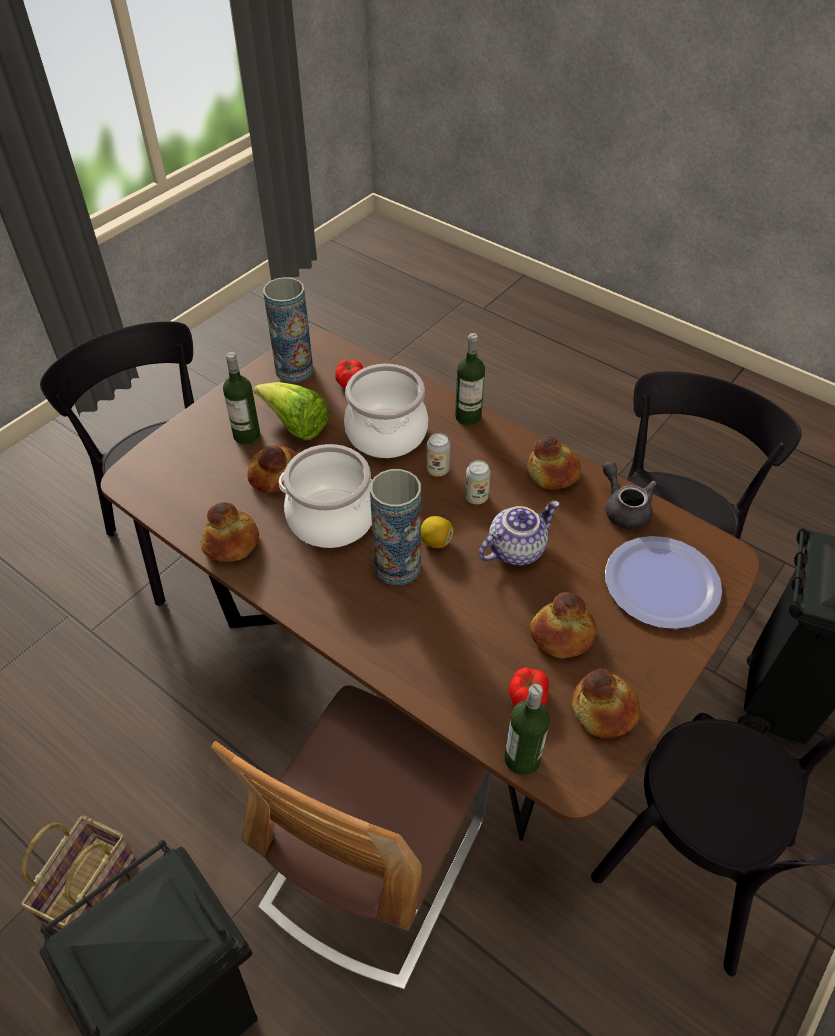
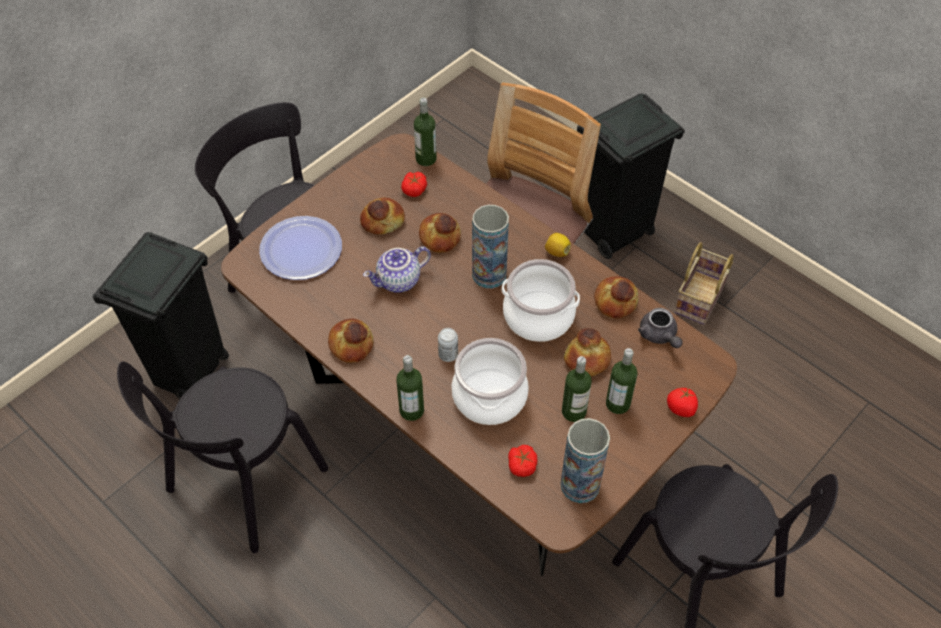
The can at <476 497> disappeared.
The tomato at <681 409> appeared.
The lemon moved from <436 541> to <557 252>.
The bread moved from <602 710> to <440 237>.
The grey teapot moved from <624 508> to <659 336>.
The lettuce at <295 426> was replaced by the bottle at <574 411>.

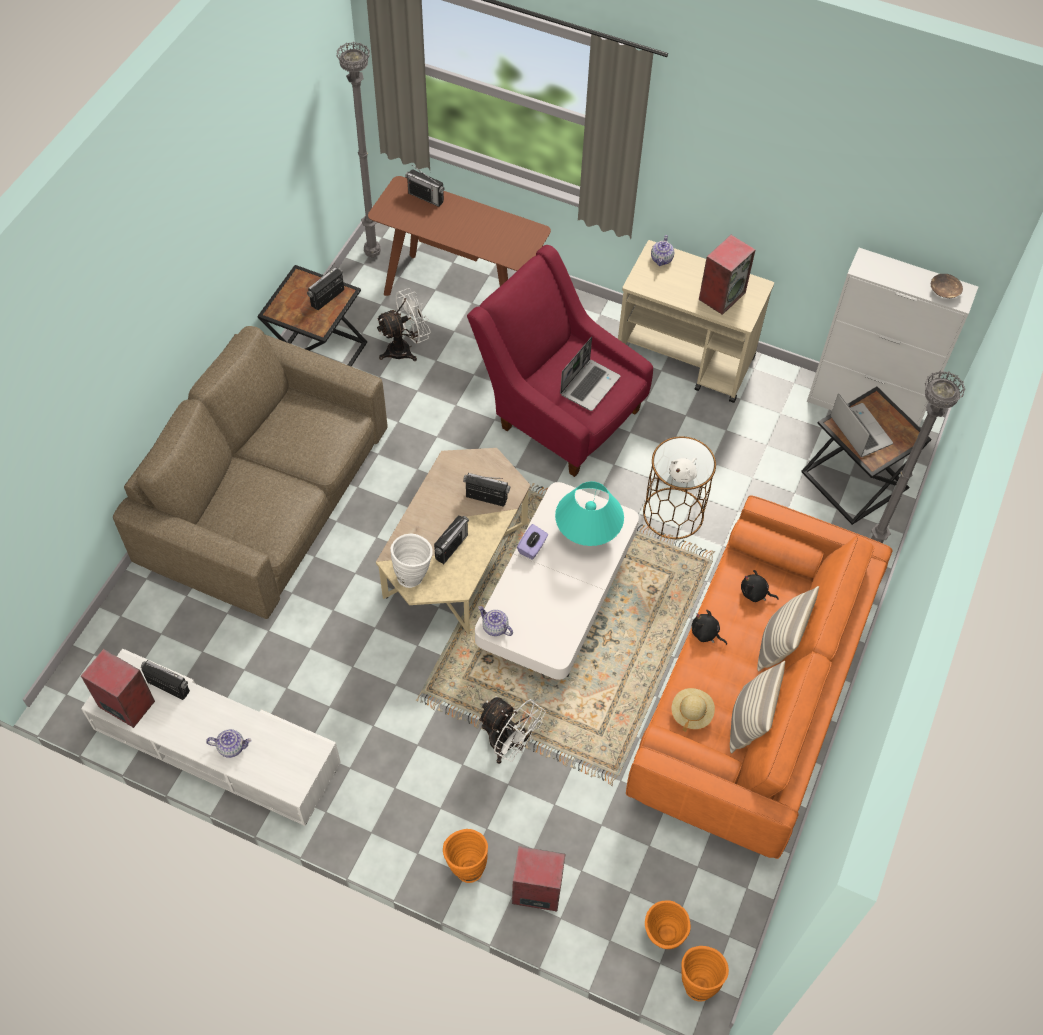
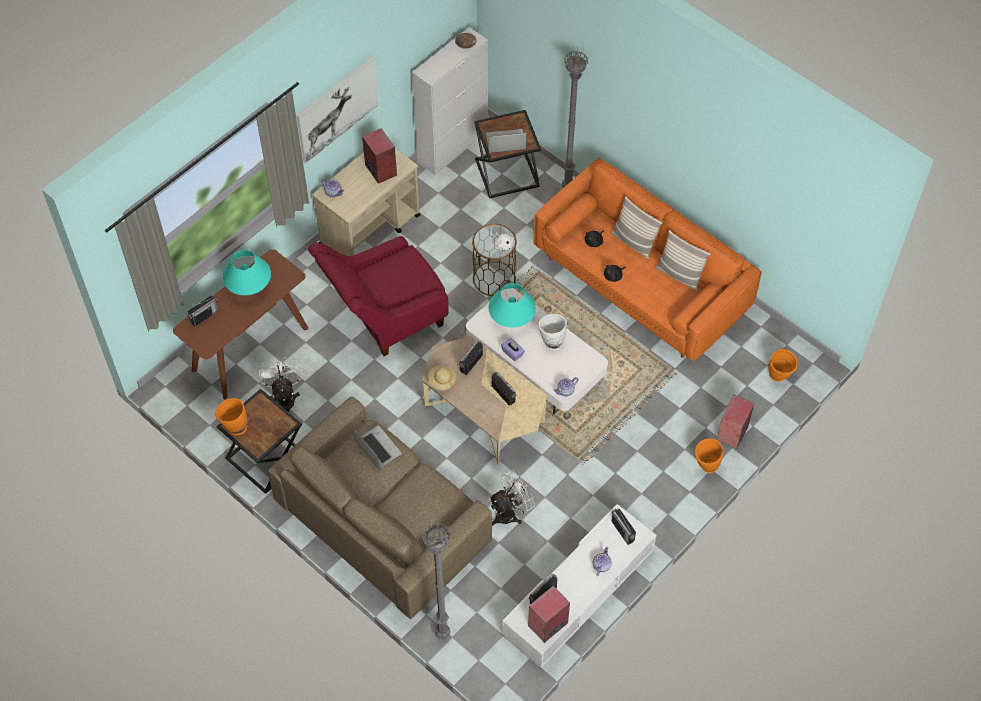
The turquoise table lamp at <249 287> appeared.
The picture at <337 108> appeared.
The radio moved from <328 298> to <622 531>.
The grey floor lamp moved from <373 253> to <442 633>.
The white vase moved from <413 574> to <551 341>.
The white fan moved from <508 745> to <510 513>.
The laptop moved from <589 385> to <377 448>.
The beige hat moved from <691 713> to <441 381>.
The orange vase moved from <697 981> to <234 427>.

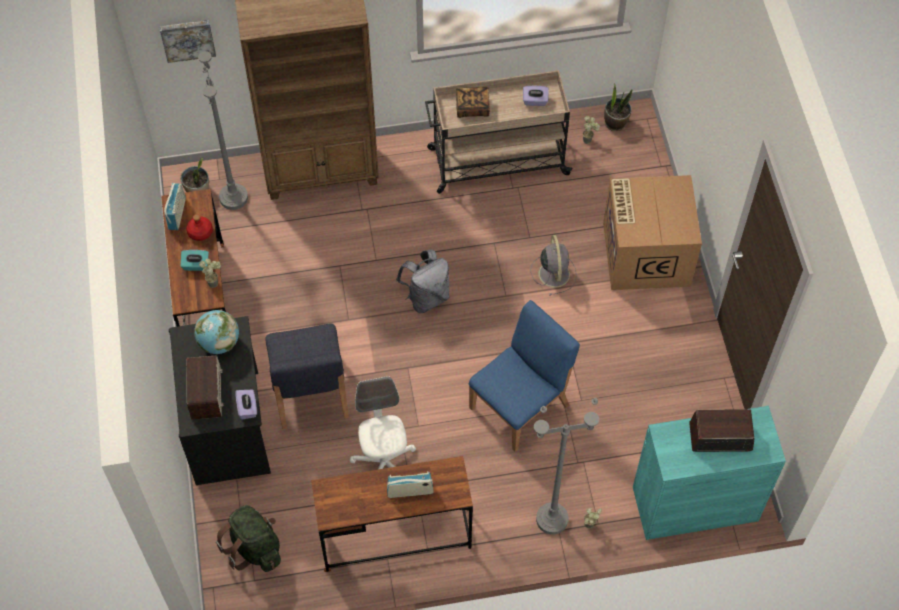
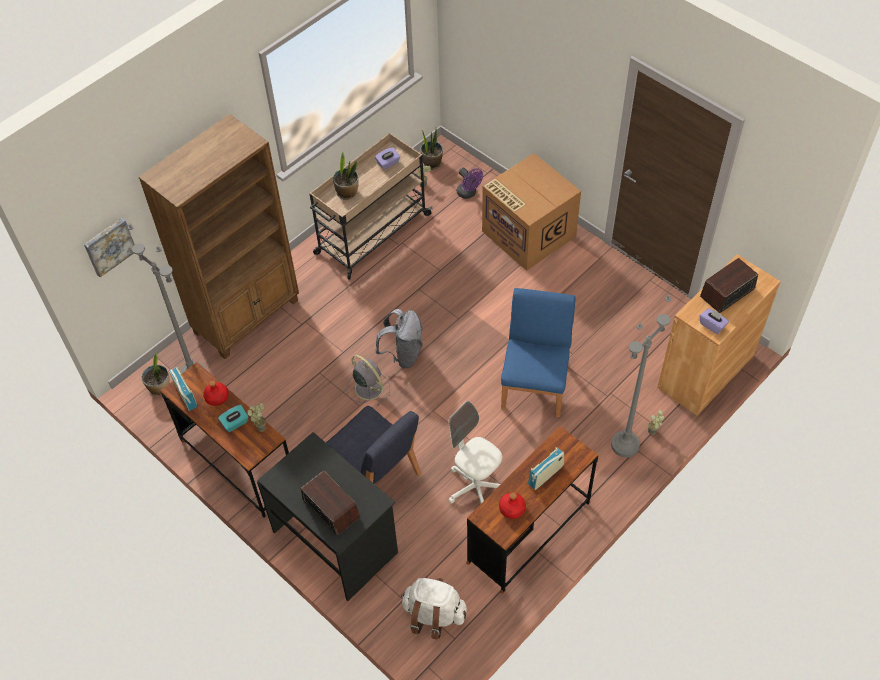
The globe at <219 342> disappeared.
The purple fan at <468 193> appeared.
The red bottle at <512 508> appeared.
The purple tissue box moved from <247 408> to <712 325>.
The grey fan moved from <554 272> to <368 387>.
The book at <472 108> was replaced by the potted plant at <347 192>.
The green backpack at <254 547> became the white backpack at <433 614>.
The turquoise cabinet at <695 504> became the brown cabinet at <706 371>.

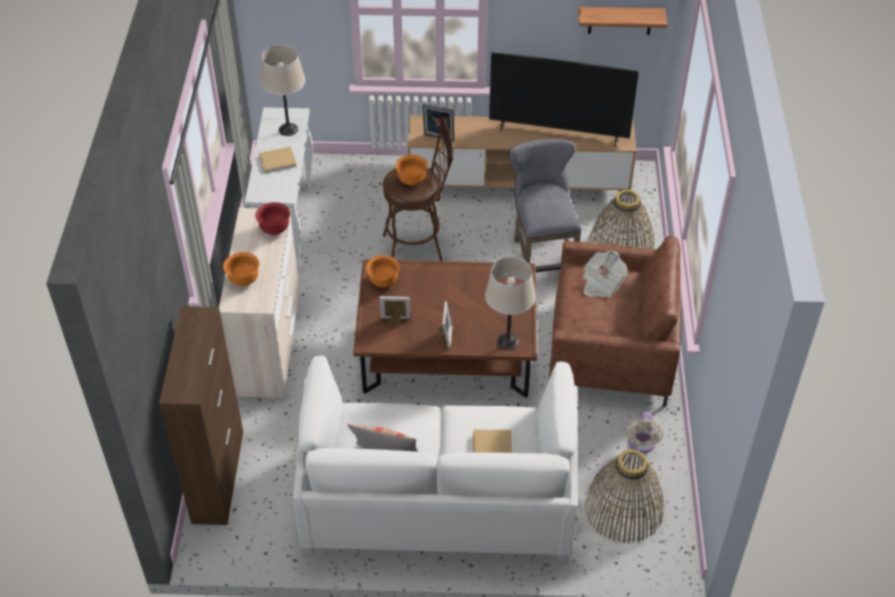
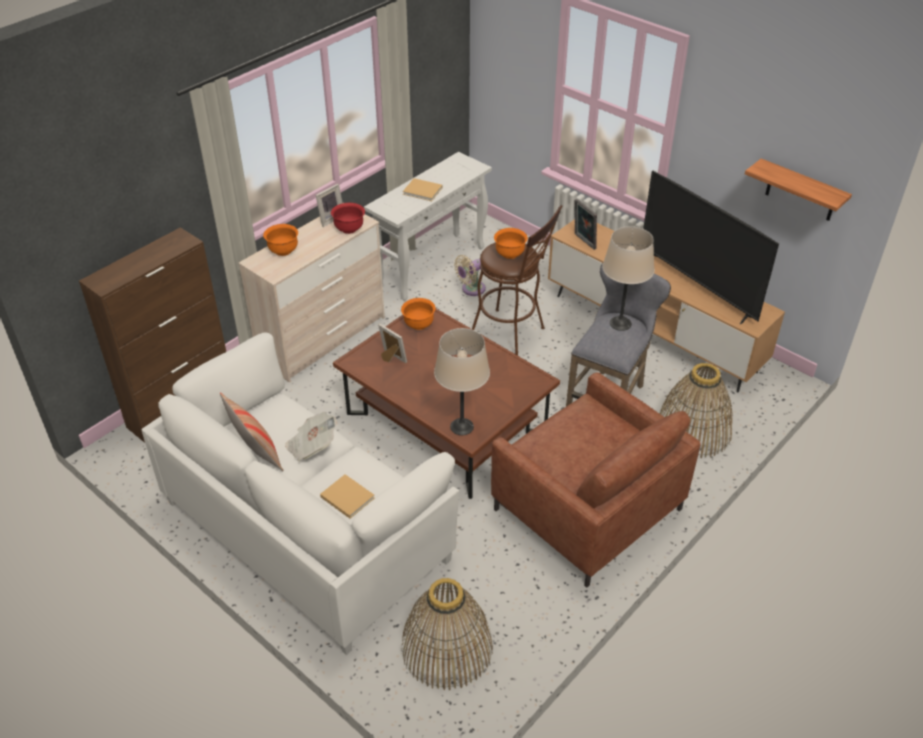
The beige table lamp moved from <288 129> to <620 323>.
The picture frame moved from <444 336> to <330 219>.
The newspaper moved from <601 283> to <312 446>.
The beige fan moved from <641 444> to <471 289>.

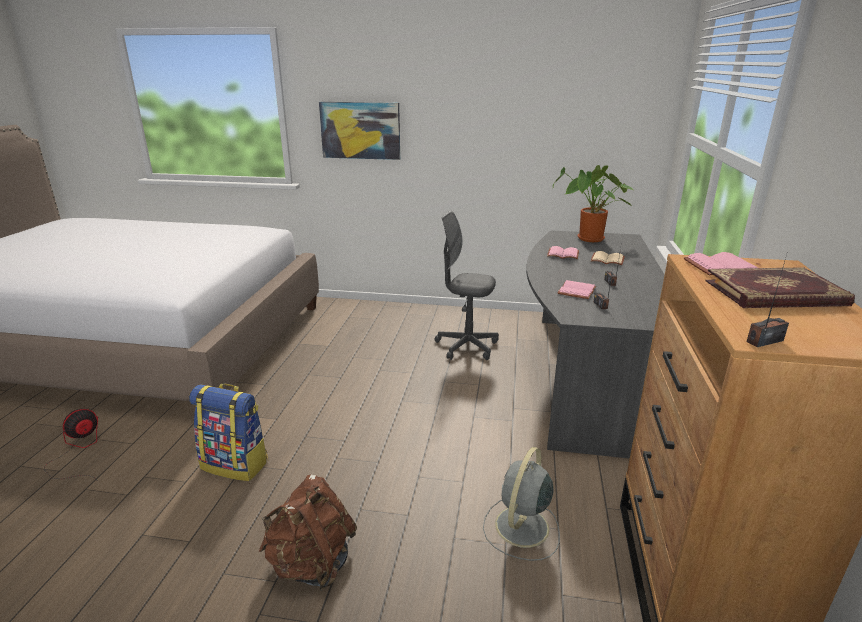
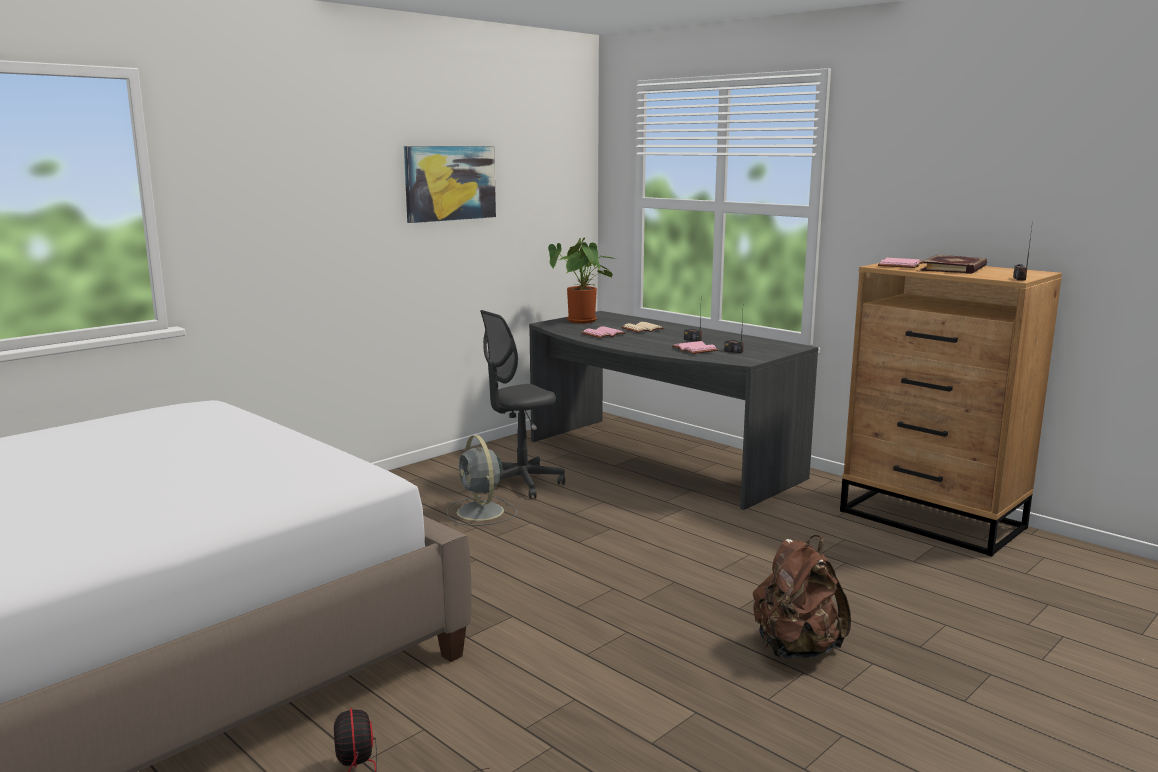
The backpack at <236 464> disappeared.
The picture moved from <360 130> to <450 183>.
The grey fan moved from <521 528> to <481 512>.

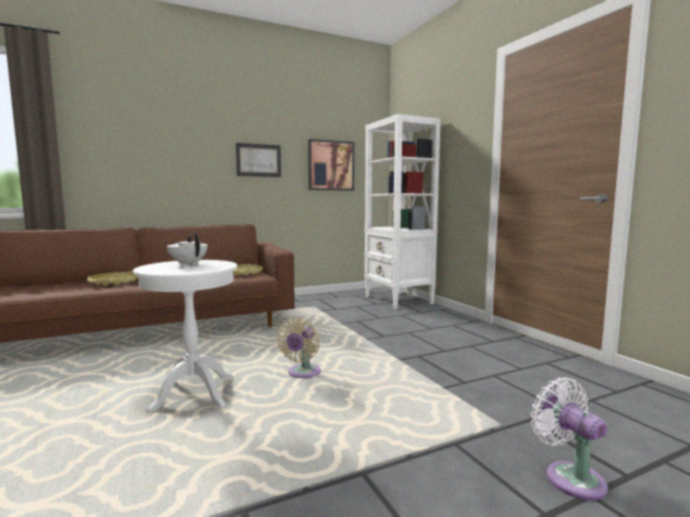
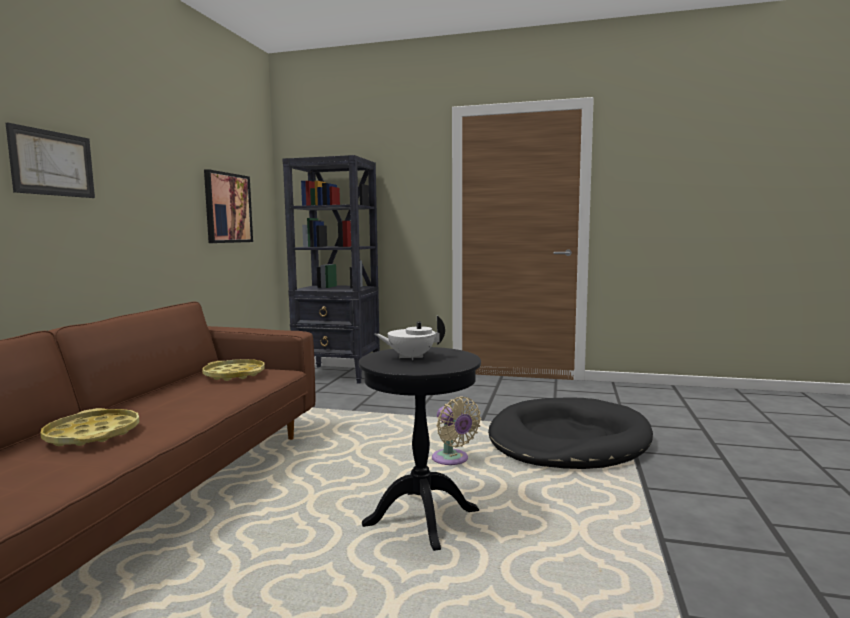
The white fan at <570 477> disappeared.
The black dog bed at <568 440> appeared.
The picture moved from <258 160> to <52 163>.
The white side table at <194 393> became the black side table at <421 518>.
The white bookcase at <398 300> became the black bookcase at <338 374>.

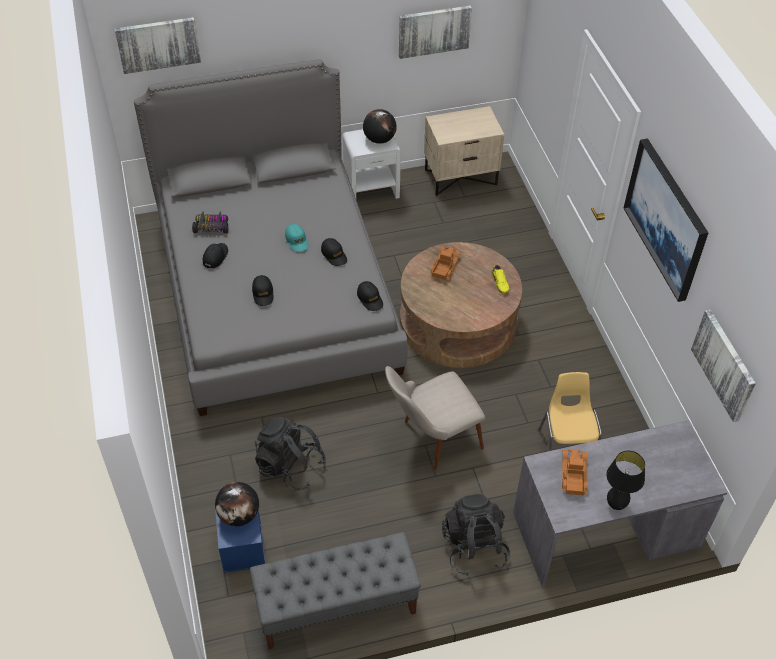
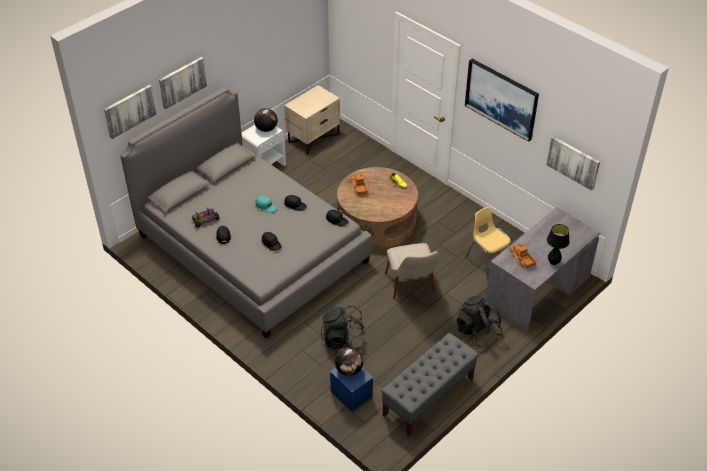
The picture moved from <434 31> to <182 82>.
The beige chair at <431 440> turned 45 degrees counterclockwise.

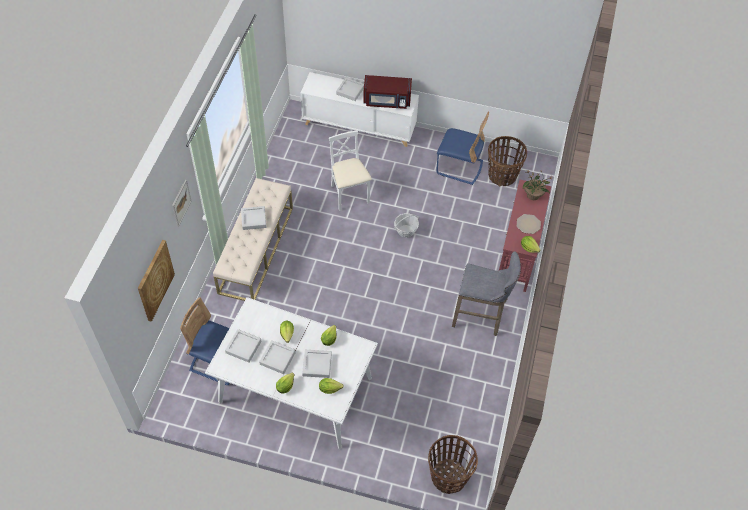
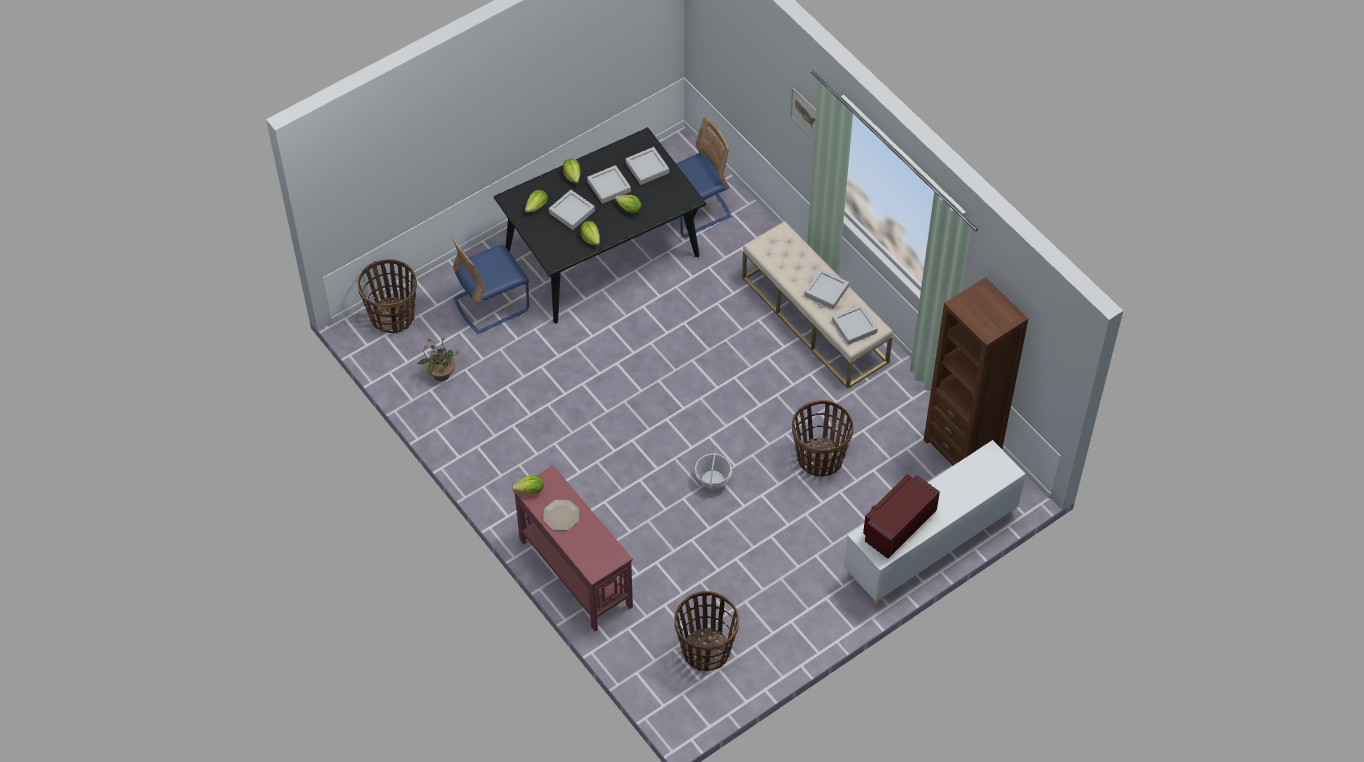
The picture at <155 280> disappeared.
The grey stool at <480 317> disappeared.
The brown bookcase at <962 447> appeared.
The grey tray moved from <350 91> to <854 327>.
The blue chair moved from <459 167> to <491 304>.
The potted plant moved from <533 195> to <440 374>.
The white chair at <349 195> was replaced by the basket at <820 458>.
The white dining table at <295 390> became the black dining table at <602 253>.

